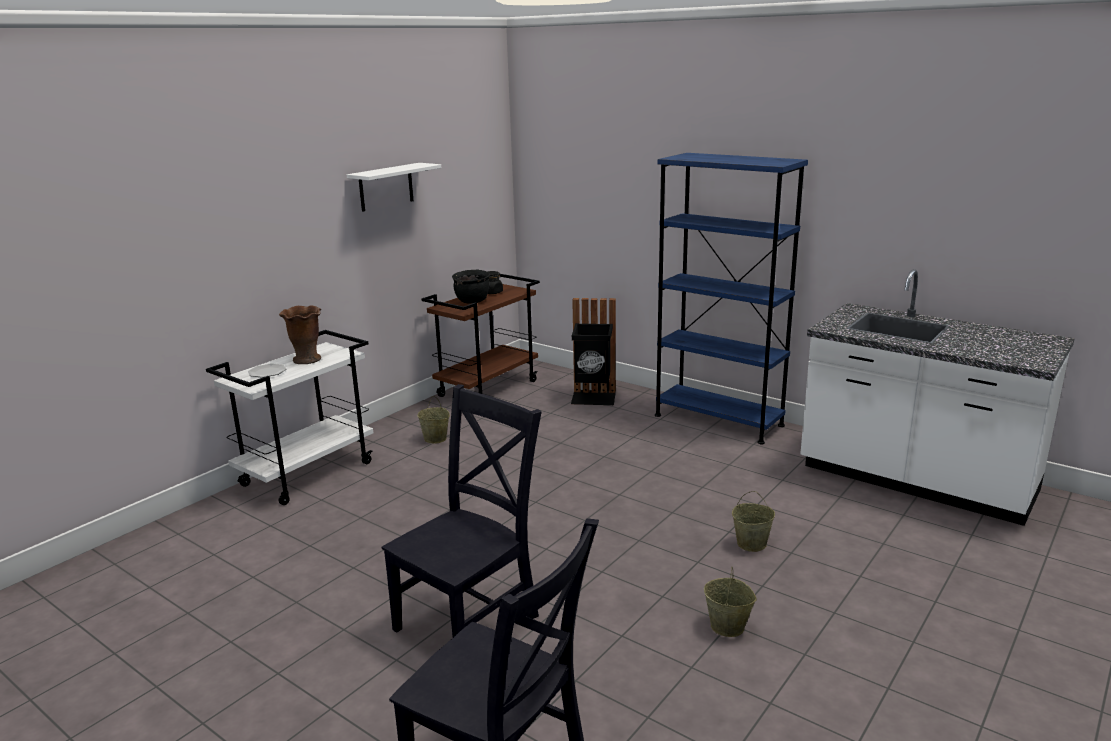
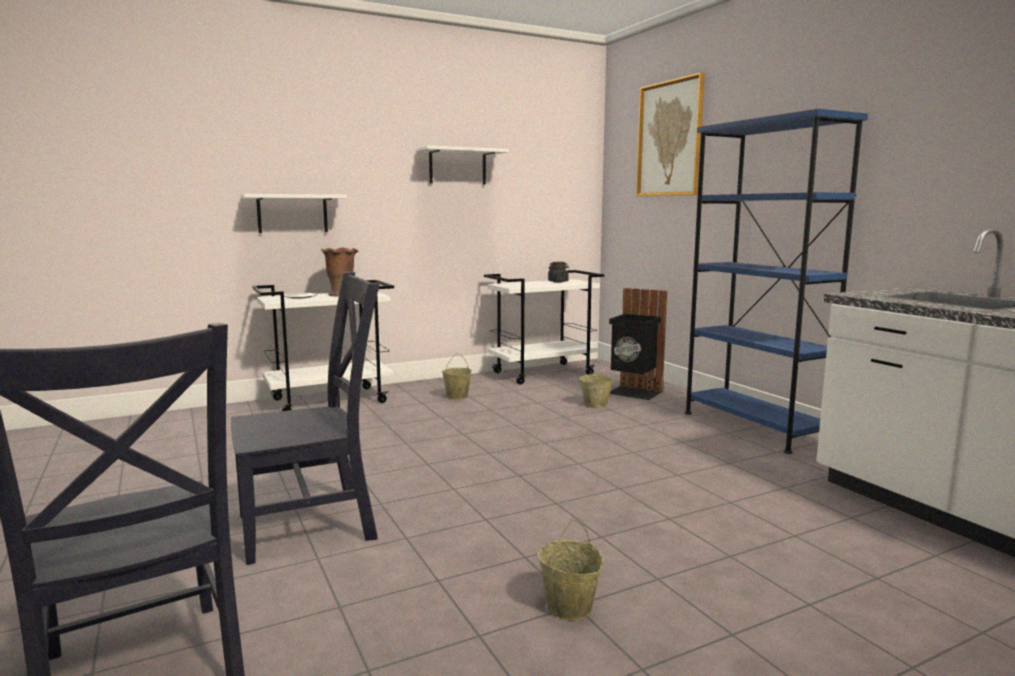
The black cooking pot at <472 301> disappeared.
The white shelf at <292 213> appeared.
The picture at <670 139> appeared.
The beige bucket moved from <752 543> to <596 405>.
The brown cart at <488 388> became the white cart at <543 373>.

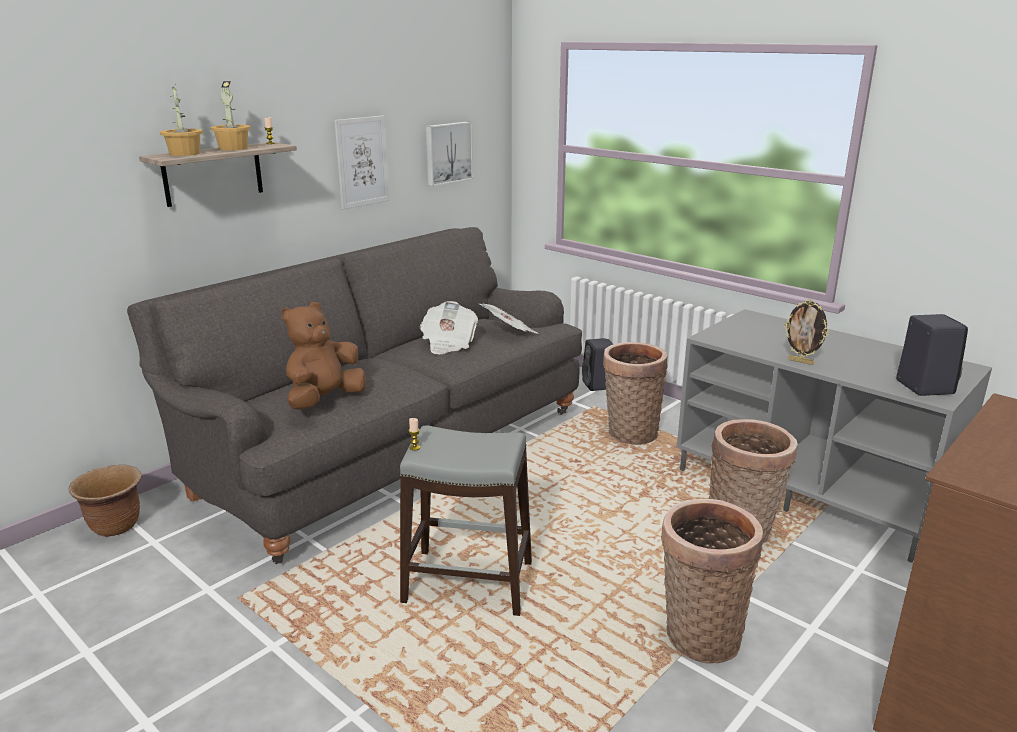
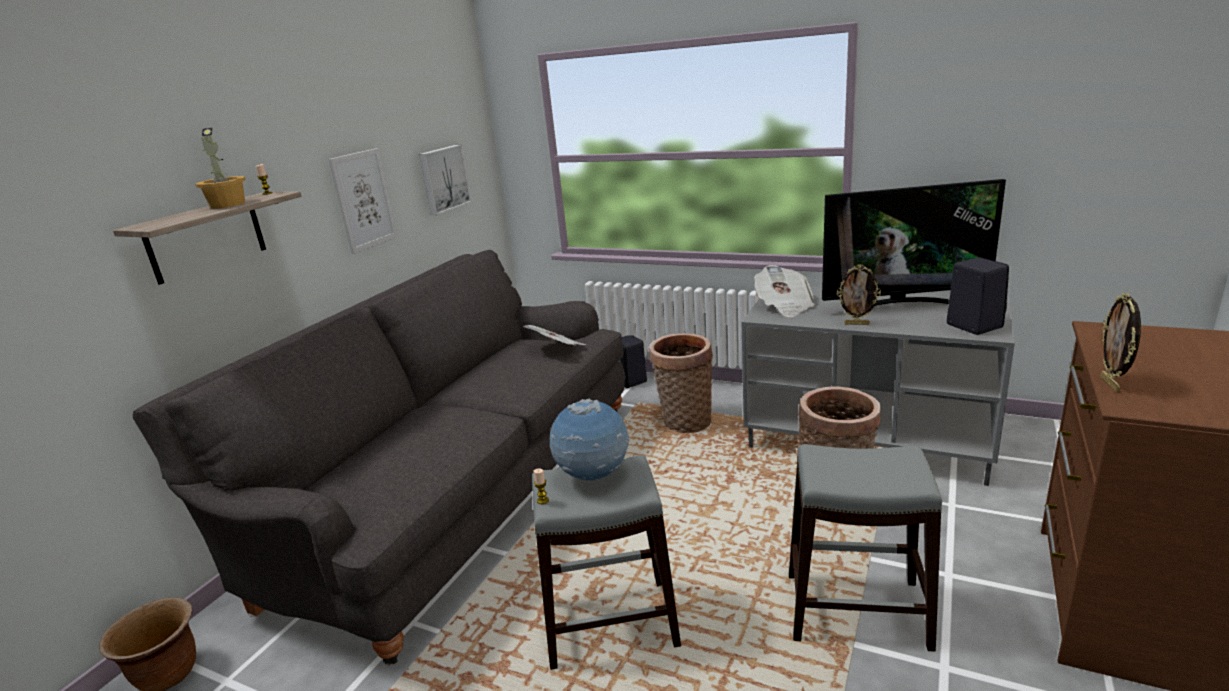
The potted plant at <185 153> disappeared.
The brown plush toy at <324 400> disappeared.
The globe at <593 477> appeared.
The television at <902 306> appeared.
The picture frame at <1111 384> appeared.
The newspaper moved from <448 343> to <784 306>.
The basket at <699 633> was replaced by the grey stool at <857 611>.

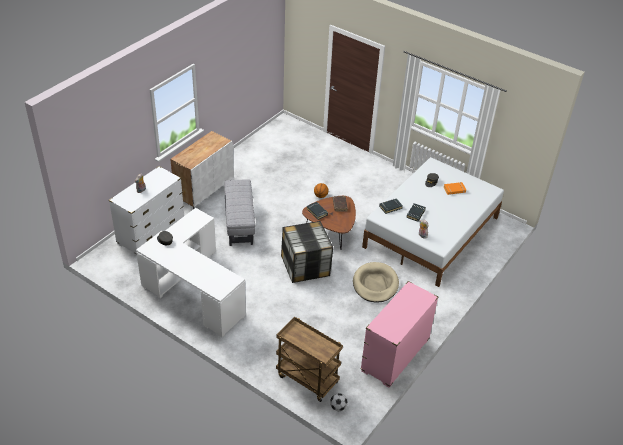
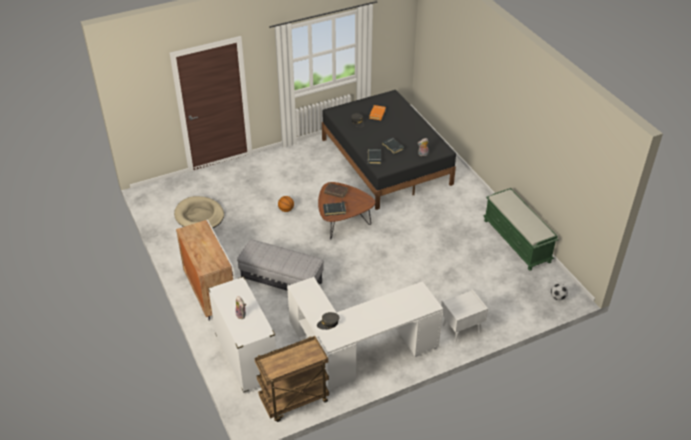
The storage box at <305 266> disappeared.
The white nightstand at <461 329> appeared.
The brown cart moved from <306 379> to <294 401>.
The beige dog bed moved from <375 284> to <199 216>.
The pink dresser at <395 356> was replaced by the green bench at <517 241>.
The white bed at <431 232> became the black bed at <386 161>.

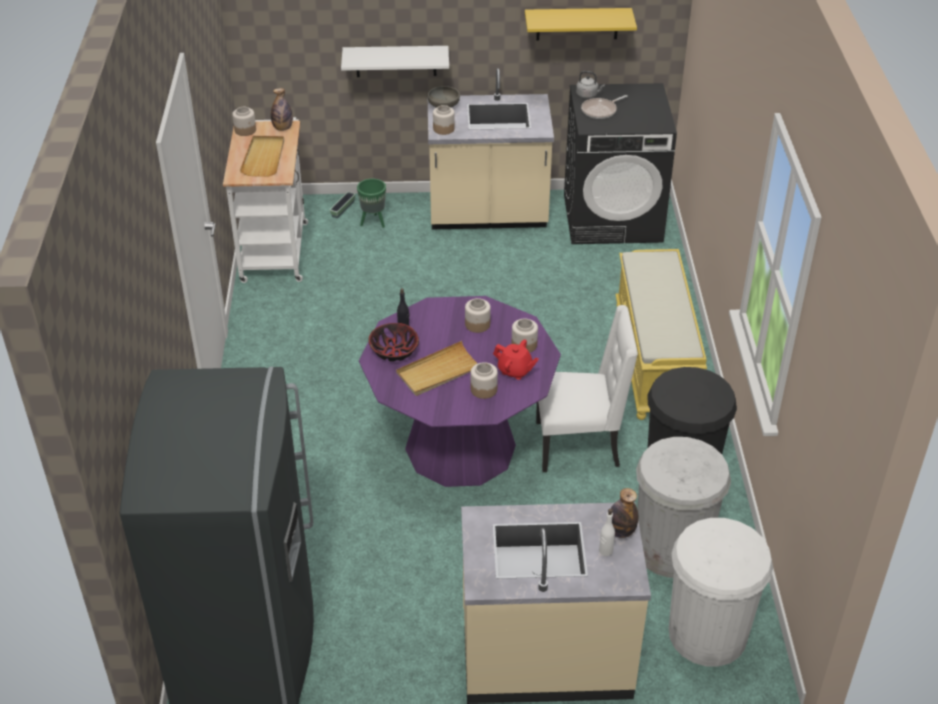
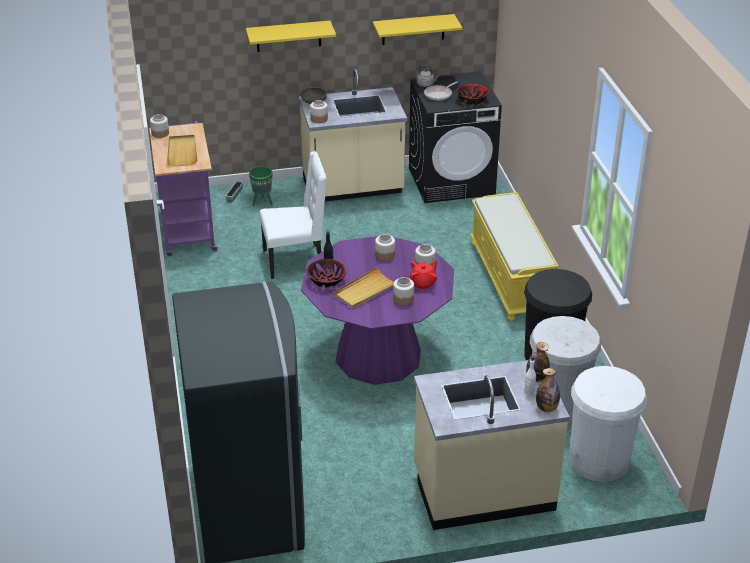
The white shelf at <396 61> disappeared.
The yellow shelf at <288 36> appeared.
The bowl at <472 100> appeared.
The bottle moved from <282 128> to <546 408>.
The white chair moved from <579 445> to <295 260>.
The white cart at <274 247> became the purple cart at <187 228>.
The red teapot at <515 371> turned 60 degrees counterclockwise.

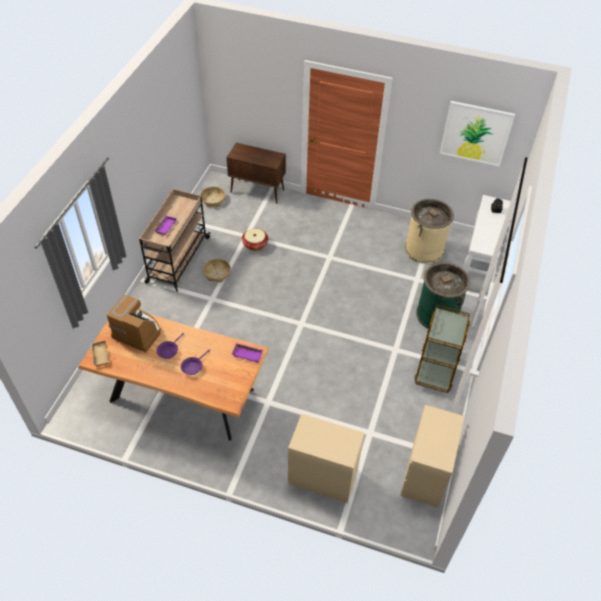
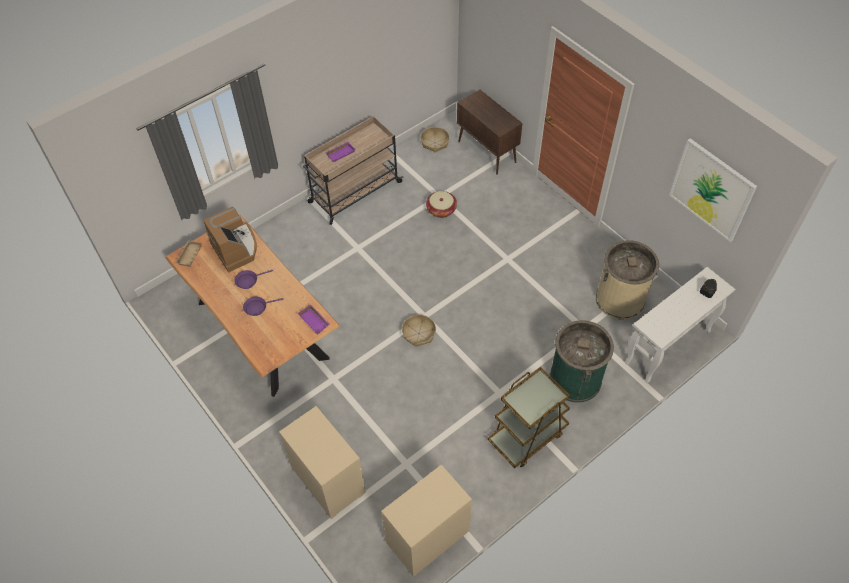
The basket moved from <217 273> to <418 333>.

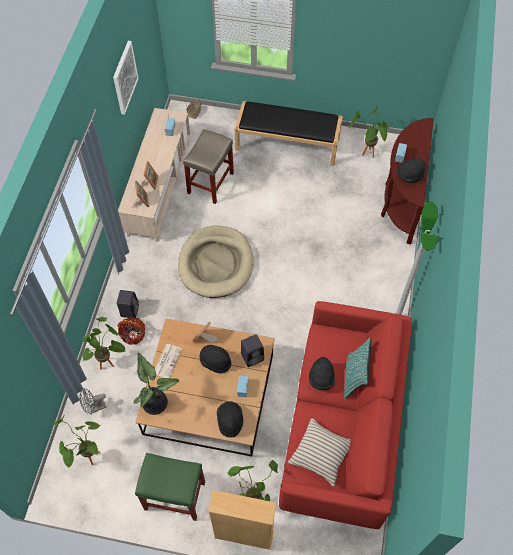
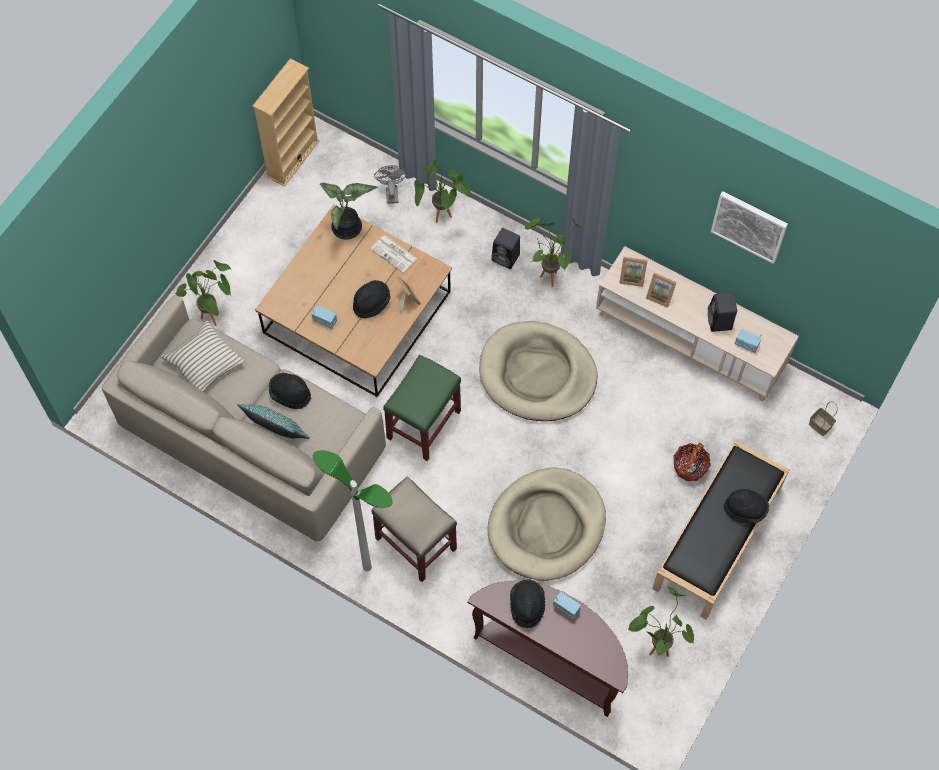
The beige dog bed at <547 526> appeared.
The potted plant moved from <88 458> to <549 274>.
The basket moved from <133 334> to <690 467>.
The green stool moved from <174 495> to <424 423>.
The beige stool moved from <210 182> to <417 544>.
The beige bookcase moved from <244 534> to <293 159>.
The black hat moved from <230 421> to <745 510>.
The black speaker moved from <253 356> to <720 322>.
The red sofa at <342 427> became the beige sofa at <252 440>.

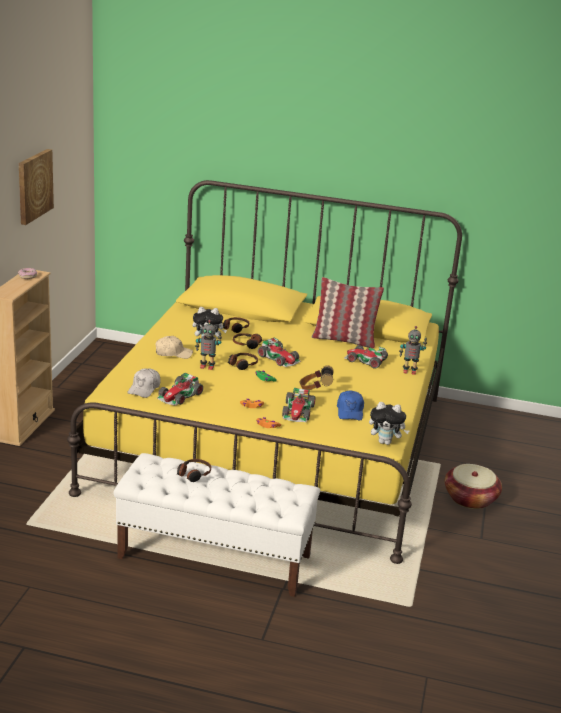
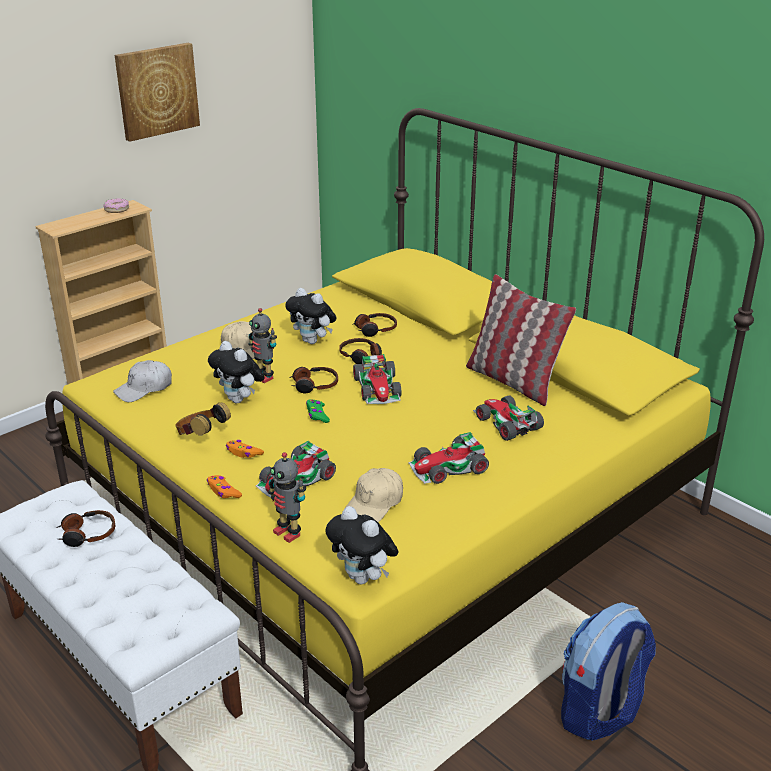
The plush toy at <239 400> appeared.
The toy car moved from <179 396> to <448 468>.
The headphones moved from <315 390> to <202 437>.
The toy robot moved from <409 371> to <288 533>.
The basket at <470 498> was replaced by the backpack at <600 712>.
The blue cap at <350 411> became the beige cap at <375 504>.

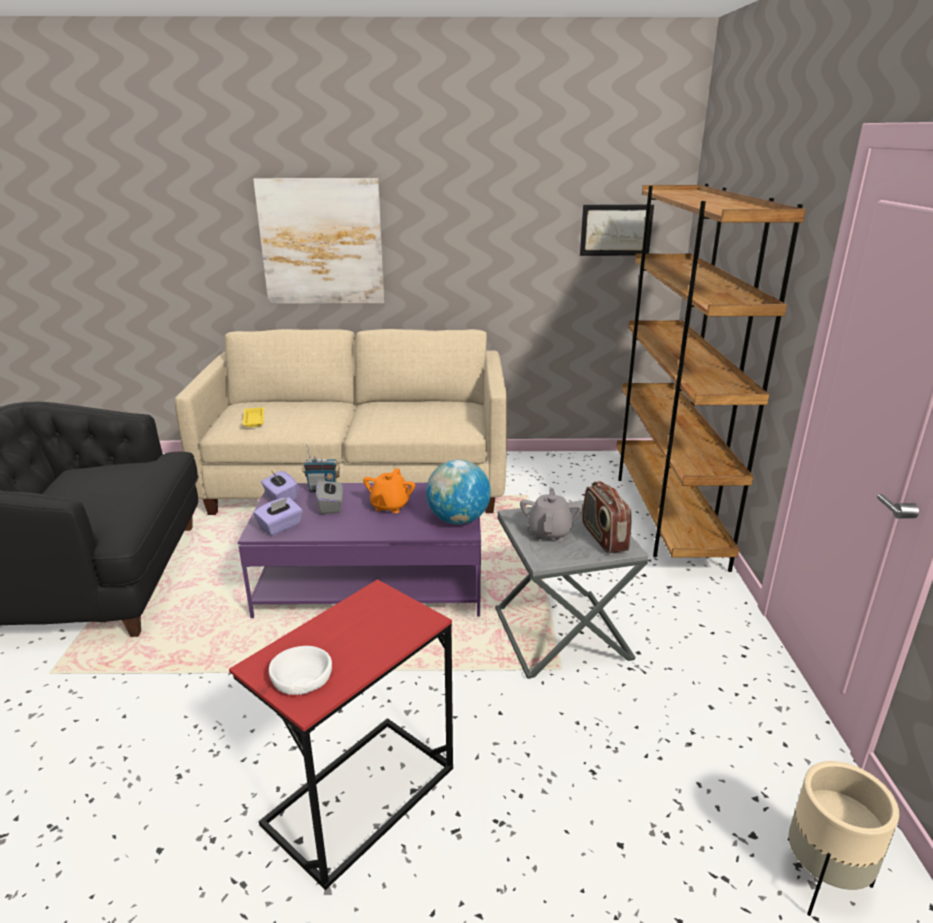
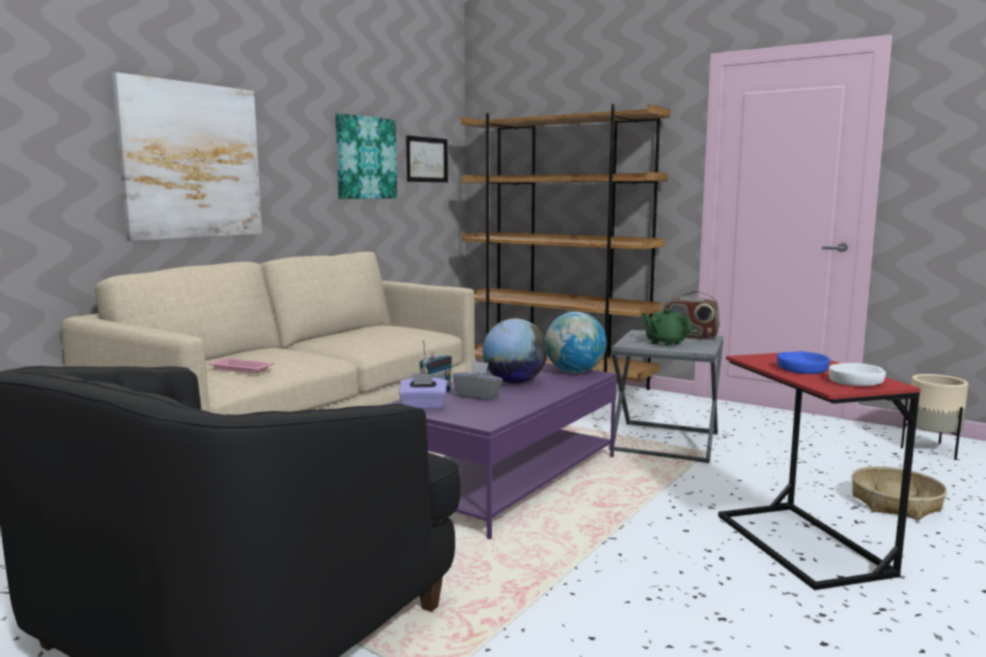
The purple tissue box at <280 527> disappeared.
The picture at <365 158> appeared.
The blue bowl at <802 369> appeared.
The basket at <896 503> appeared.
The orange teapot at <390 506> was replaced by the globe at <514 382>.
The yellow tray at <254 419> became the pink tray at <240 369>.
The grey teapot at <549 532> became the green teapot at <665 343>.

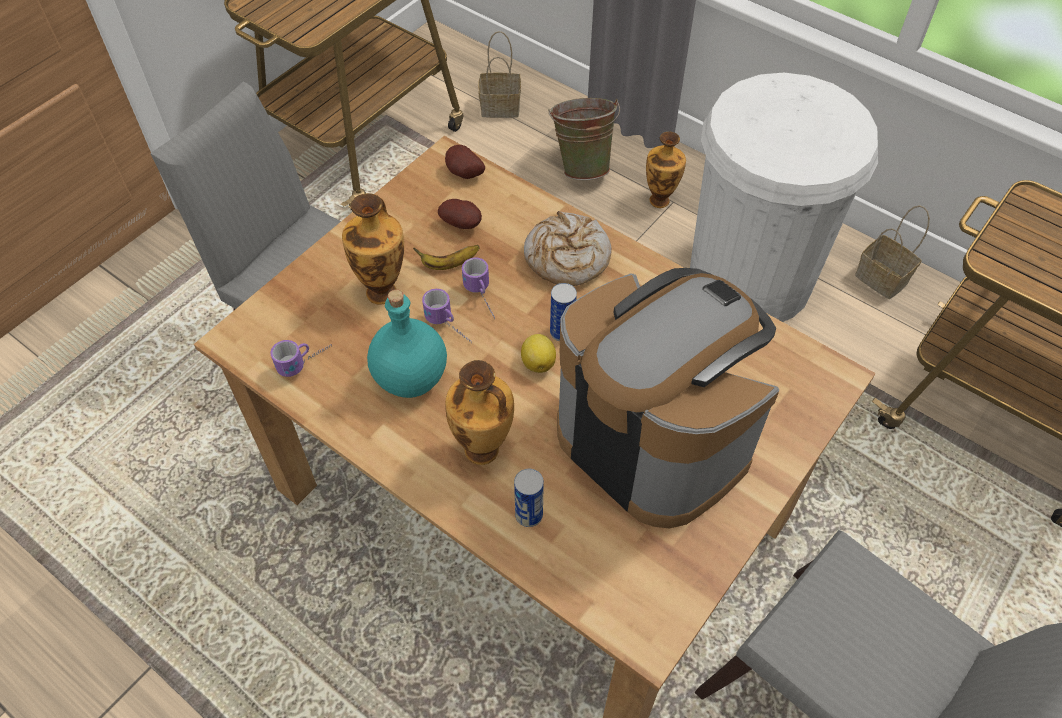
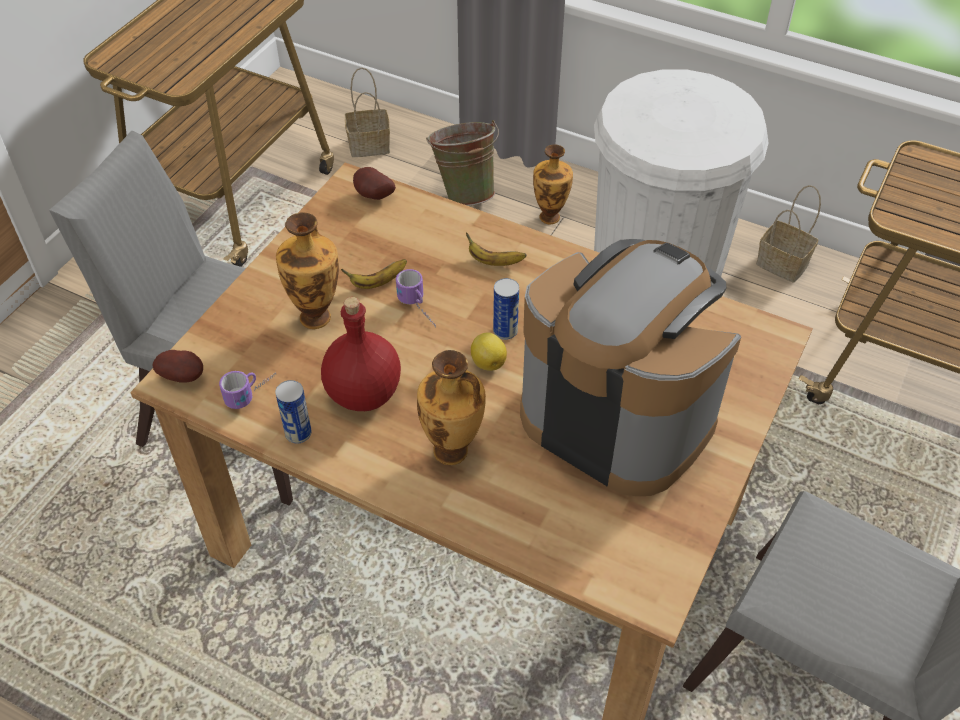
The mug at <449 328> disappeared.
The potato moved from <462 224> to <184 376>.
The can moved from <529 515> to <298 433>.
The bread at <566 258> was replaced by the banana at <494 262>.
The turquoise bottle at <410 377> became the red bottle at <362 393>.

